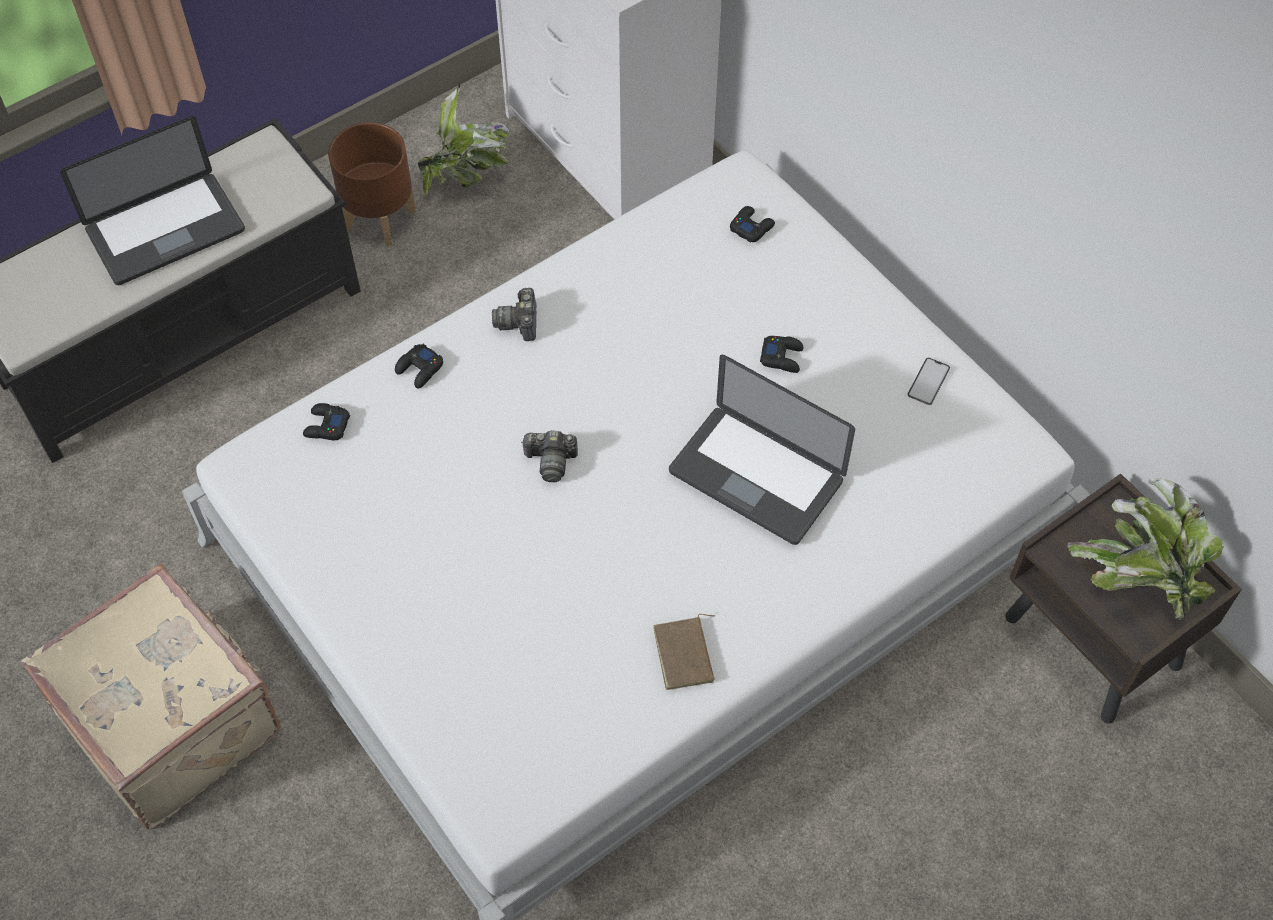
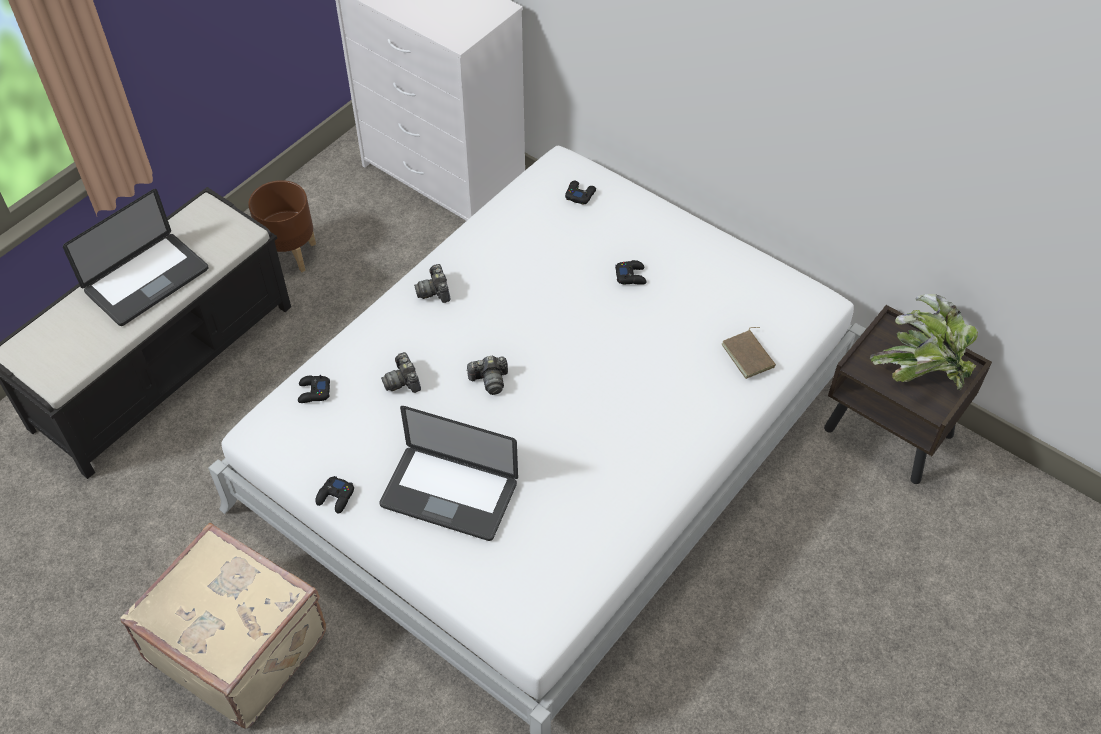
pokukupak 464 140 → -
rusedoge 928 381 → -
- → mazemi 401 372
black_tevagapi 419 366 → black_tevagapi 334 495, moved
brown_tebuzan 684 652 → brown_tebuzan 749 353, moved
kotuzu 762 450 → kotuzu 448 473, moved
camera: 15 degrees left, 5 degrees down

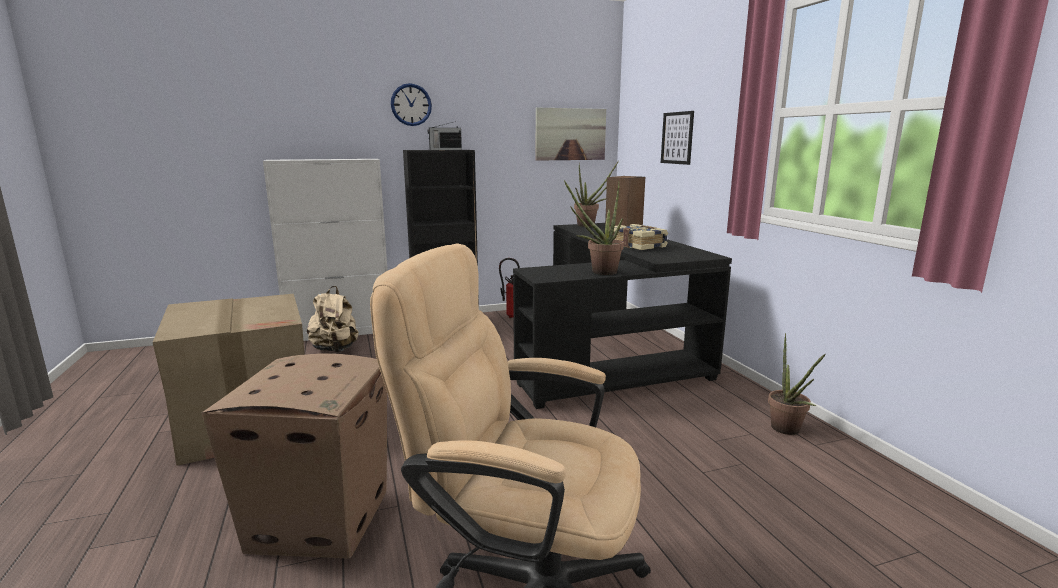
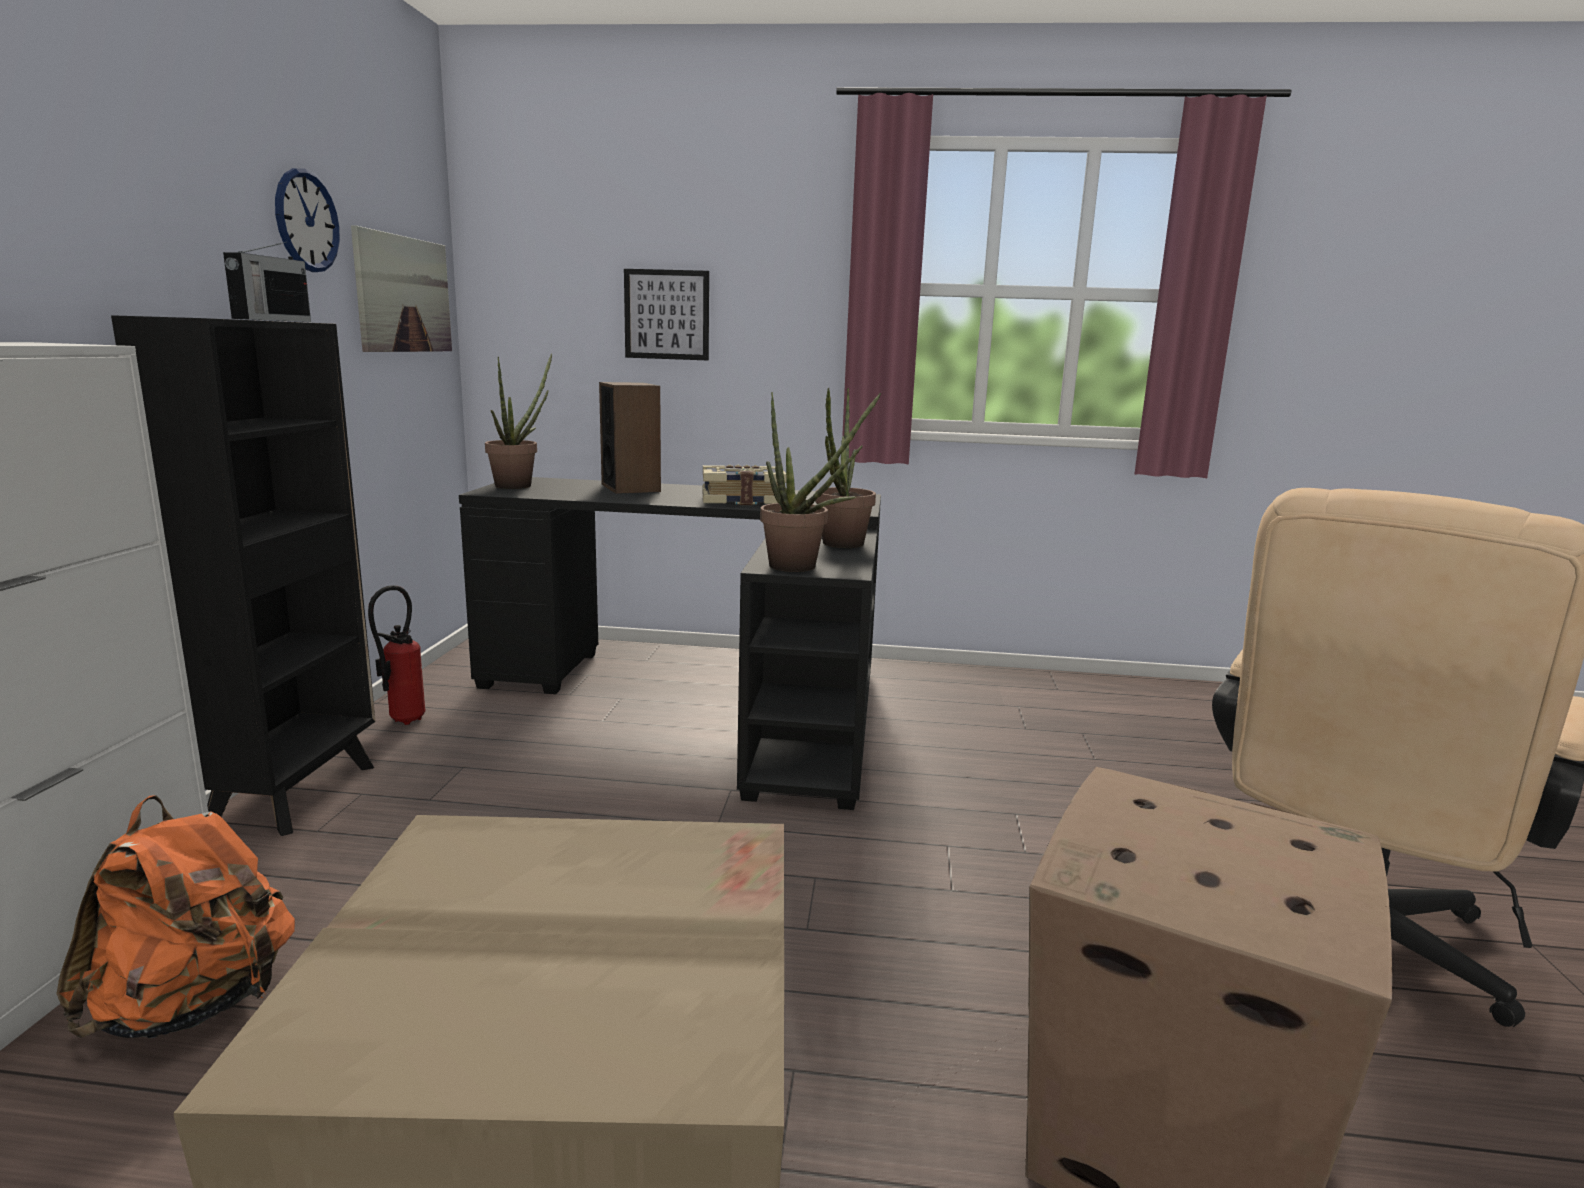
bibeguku 411 104 → bibeguku 307 220, moved
pokukupak 797 384 → pokukupak 820 482, moved
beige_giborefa 333 319 → orange_giborefa 175 917
camera: 65 degrees left, 0 degrees up

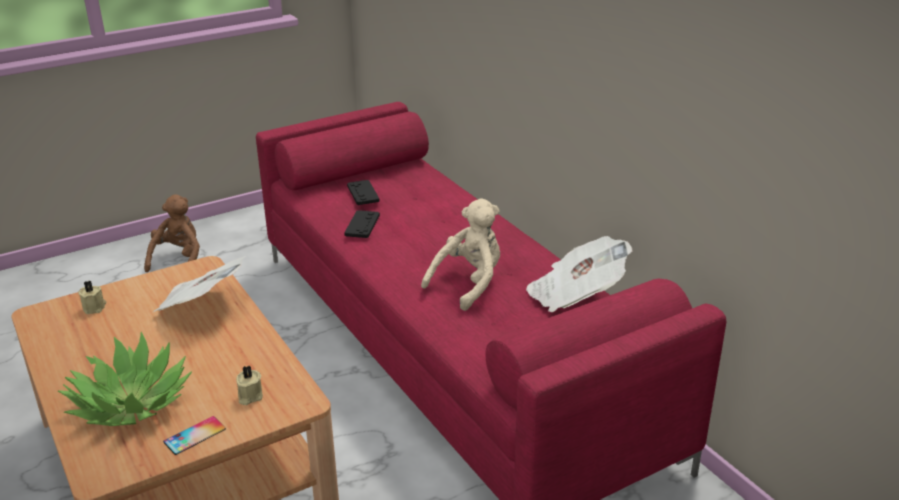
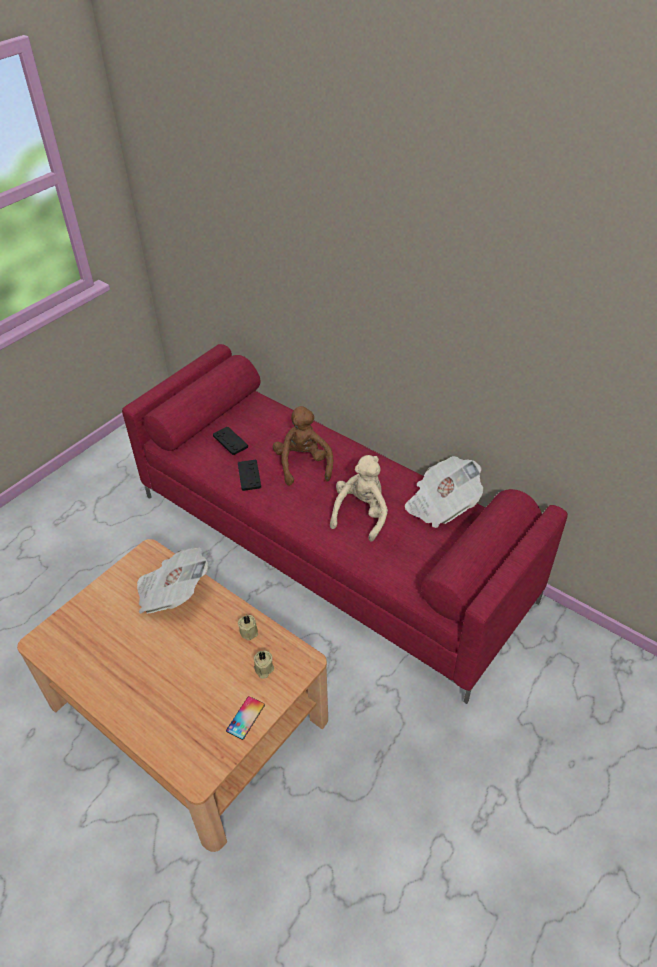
pokukupak 125 379 → -
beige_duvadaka 92 297 → beige_duvadaka 248 628, moved
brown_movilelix 172 233 → brown_movilelix 303 446, moved
camera: 20 degrees left, 15 degrees up

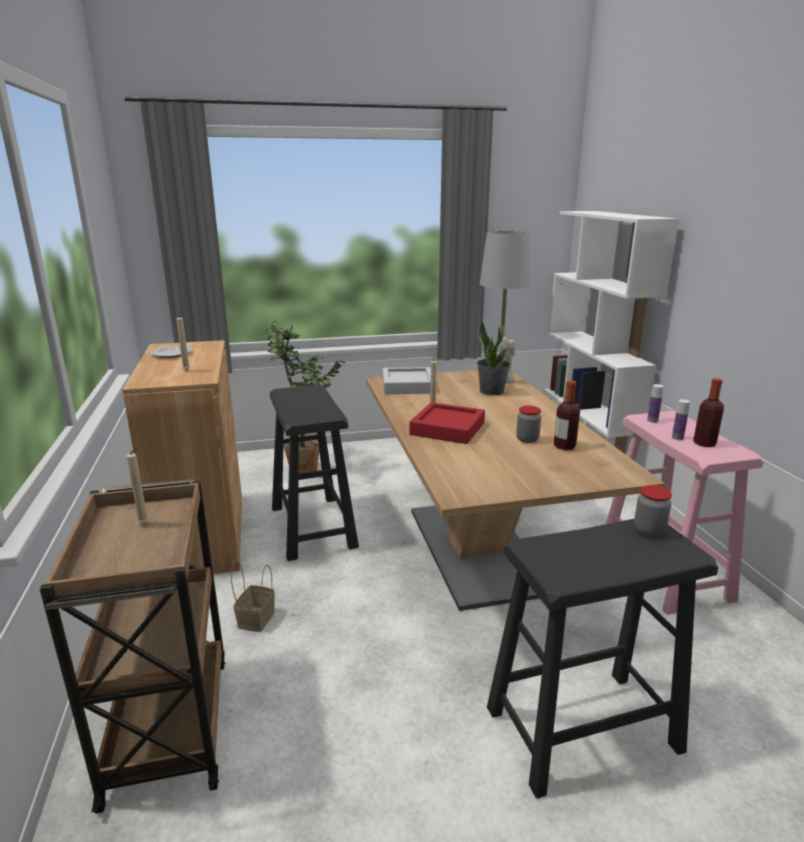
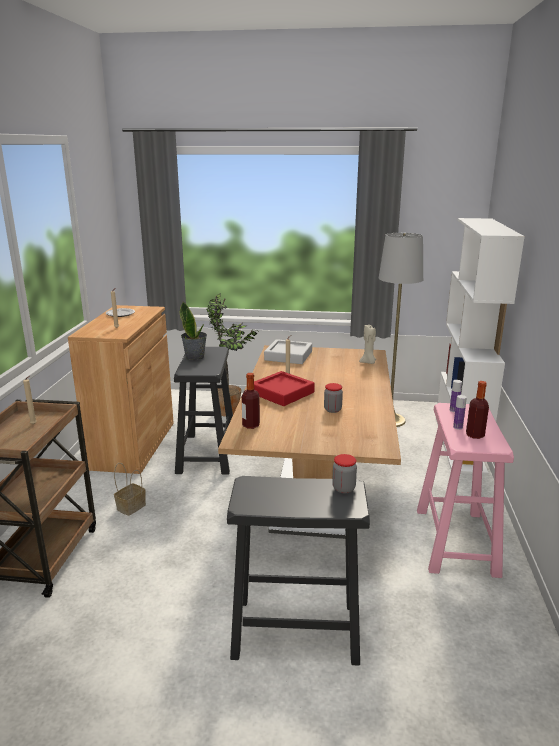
pokukupak 493 358 → pokukupak 193 331, moved
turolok 567 415 → turolok 251 401, moved
camera: 20 degrees right, 0 degrees up

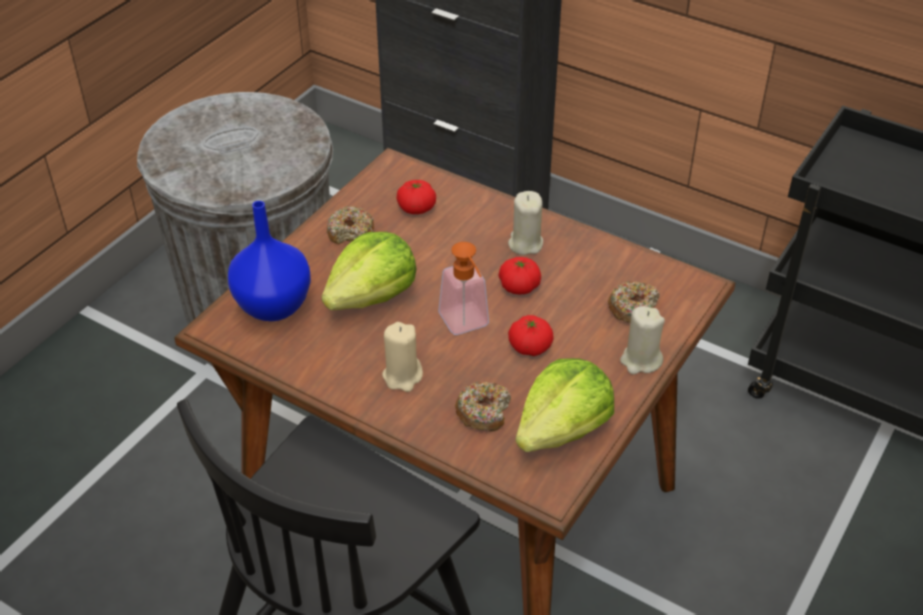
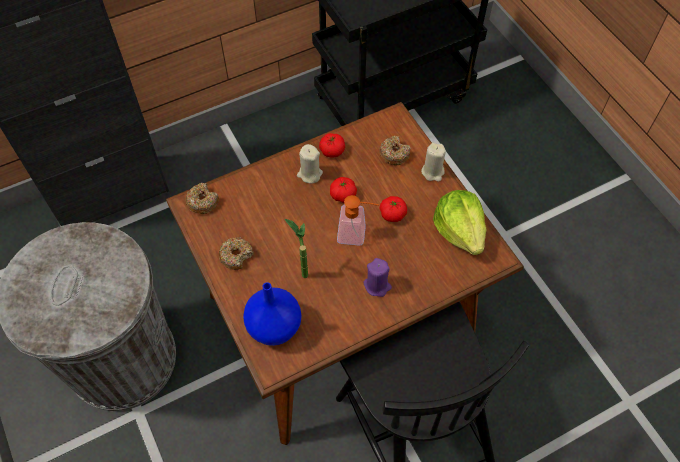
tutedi 416 197 → tutedi 332 145, moved
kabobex 483 406 → kabobex 202 198, moved
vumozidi 369 271 → pokukupak 296 248
beige_duvadaka 402 357 → purple_duvadaka 378 277
camera: 60 degrees left, 15 degrees up

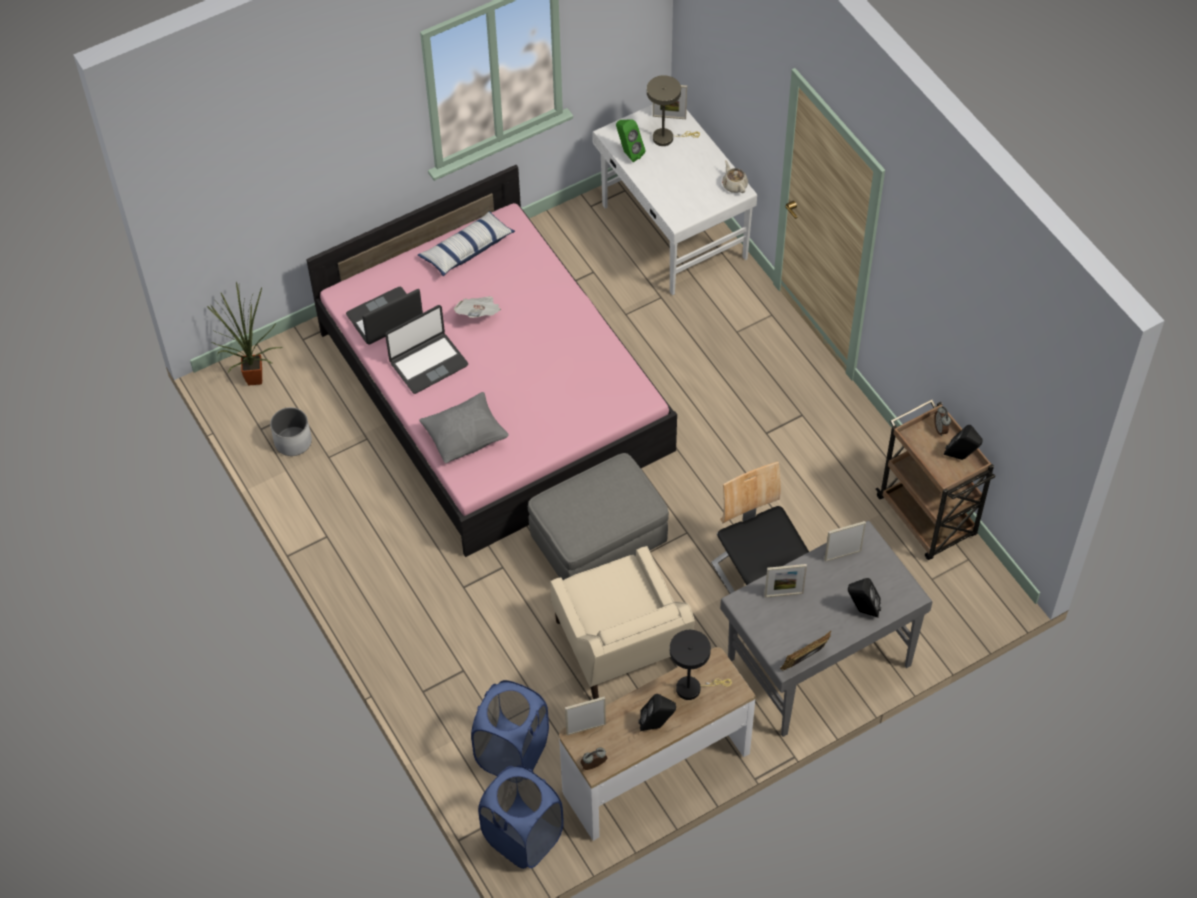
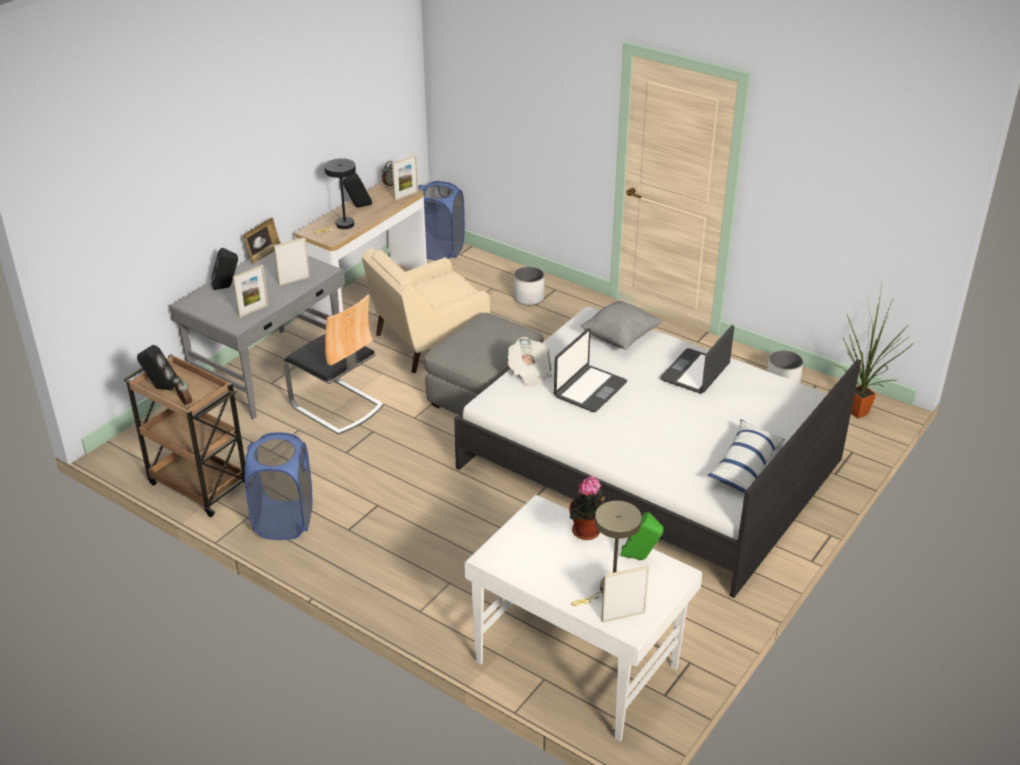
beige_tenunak 735 176 → -
- → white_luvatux 529 286
- → pokukupak 587 508
kotuzu 384 315 → kotuzu 590 370, moved
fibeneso 477 307 → fibeneso 530 362, moved
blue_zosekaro 510 728 → blue_zosekaro 278 486, moved
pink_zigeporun 491 361 → white_zigeporun 657 452
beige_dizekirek 622 622 → beige_dizekirek 426 310, 75 degrees counterclockwise
camera: 155 degrees right, 20 degrees down

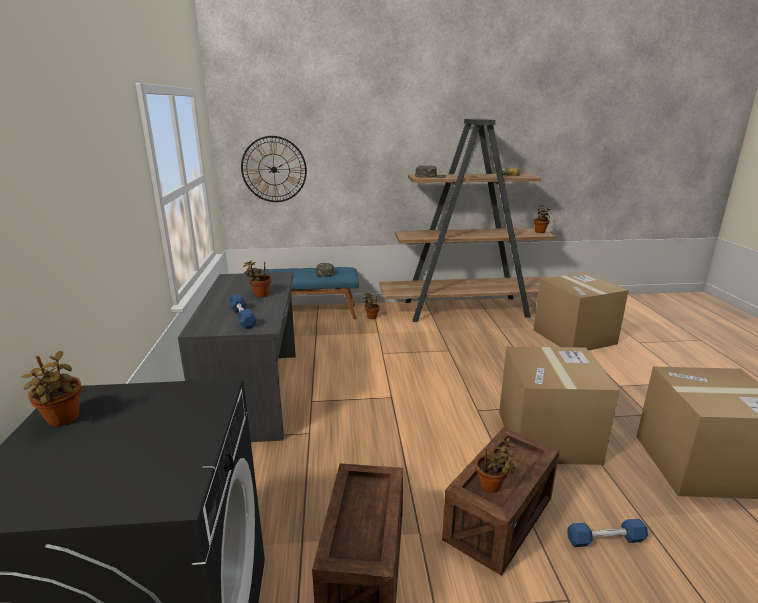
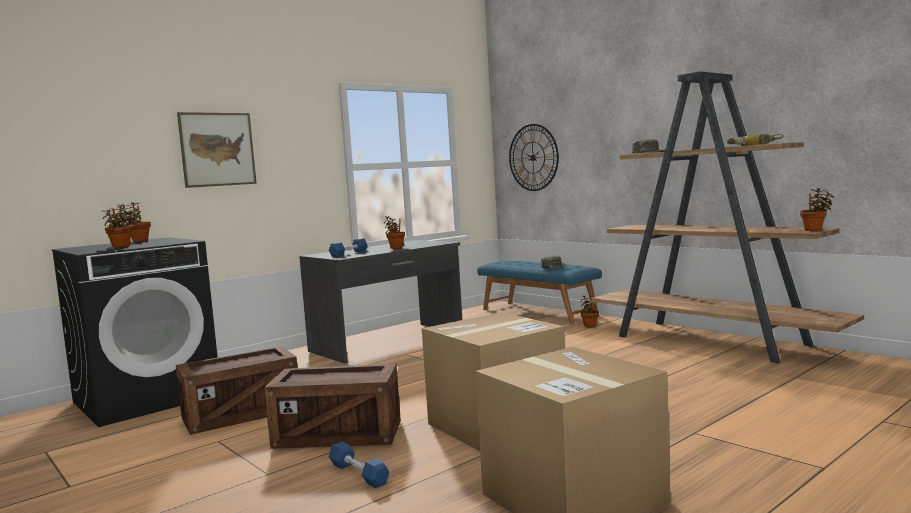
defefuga 581 312 → -
- → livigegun 217 150
pokukupak 497 465 → pokukupak 117 226, moved
camera: 55 degrees right, 15 degrees down

